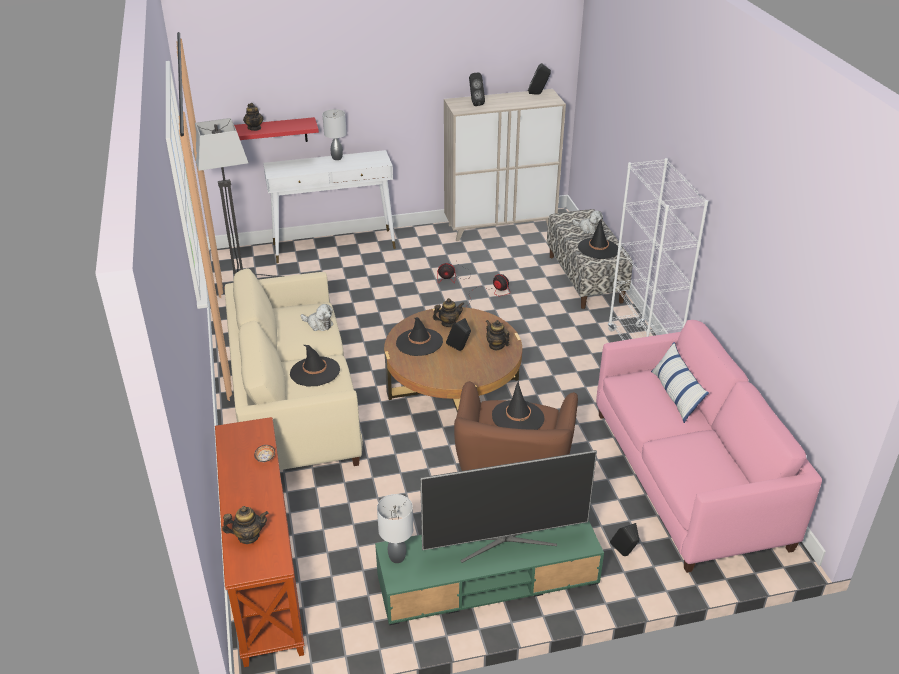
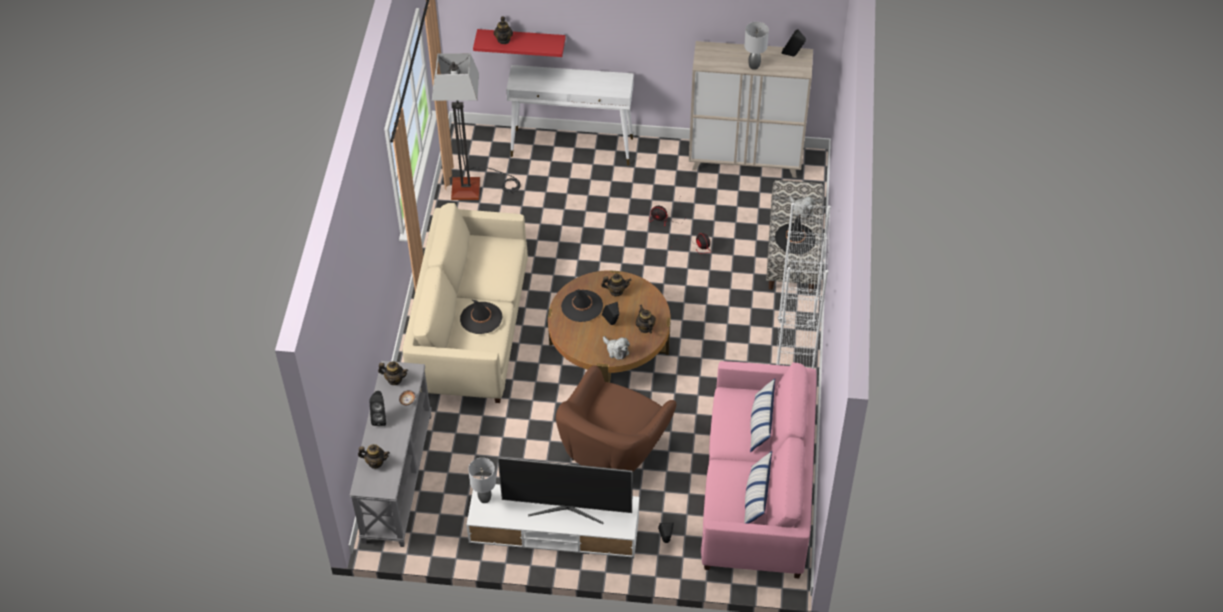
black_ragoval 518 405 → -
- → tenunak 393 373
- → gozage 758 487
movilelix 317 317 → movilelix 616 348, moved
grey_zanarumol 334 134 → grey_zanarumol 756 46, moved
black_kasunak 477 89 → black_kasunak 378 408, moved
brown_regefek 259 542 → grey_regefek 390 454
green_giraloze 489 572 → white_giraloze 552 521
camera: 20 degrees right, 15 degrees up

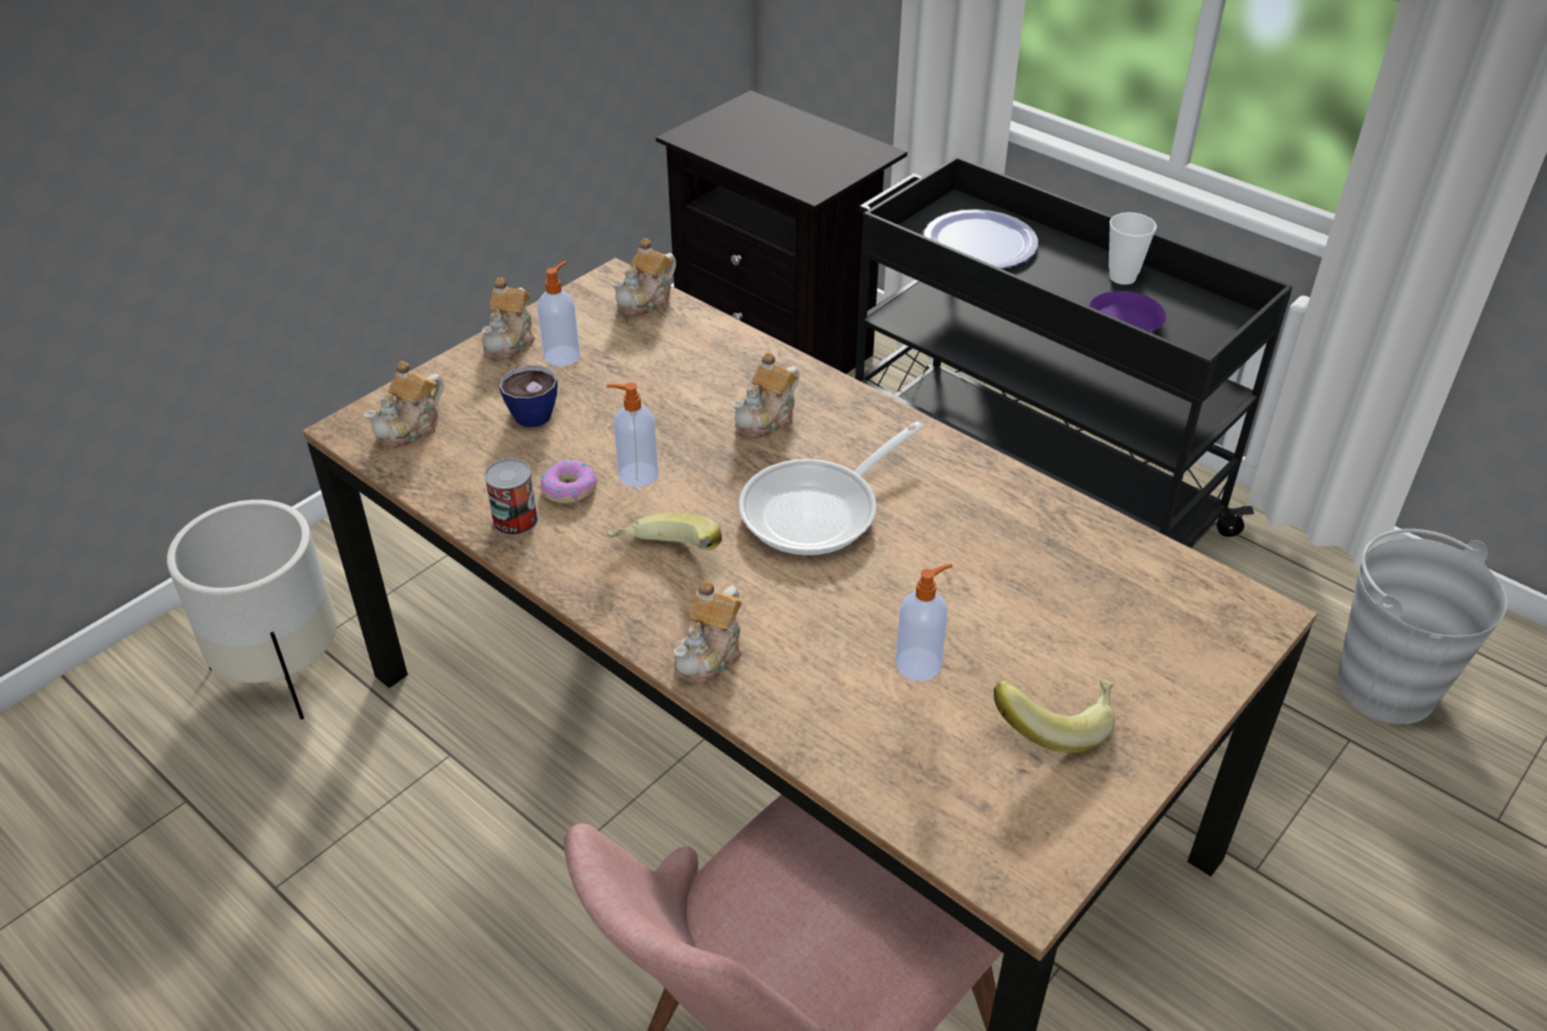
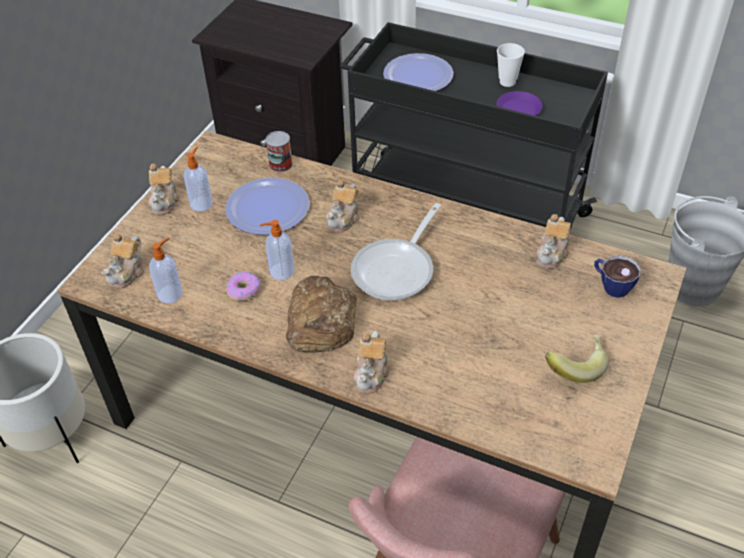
- → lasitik 267 206
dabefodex 511 497 → dabefodex 279 151, moved
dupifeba 528 396 → dupifeba 617 277, moved
tenunak 644 277 → tenunak 553 241, moved
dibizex 924 622 → dibizex 166 270, moved
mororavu 664 531 → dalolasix 321 314
camera: 15 degrees left, 5 degrees up

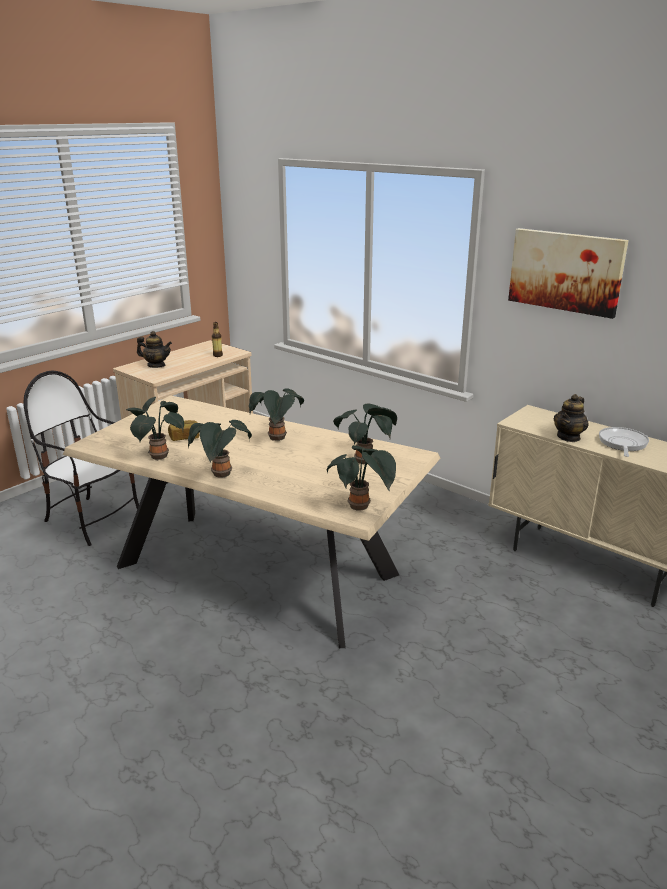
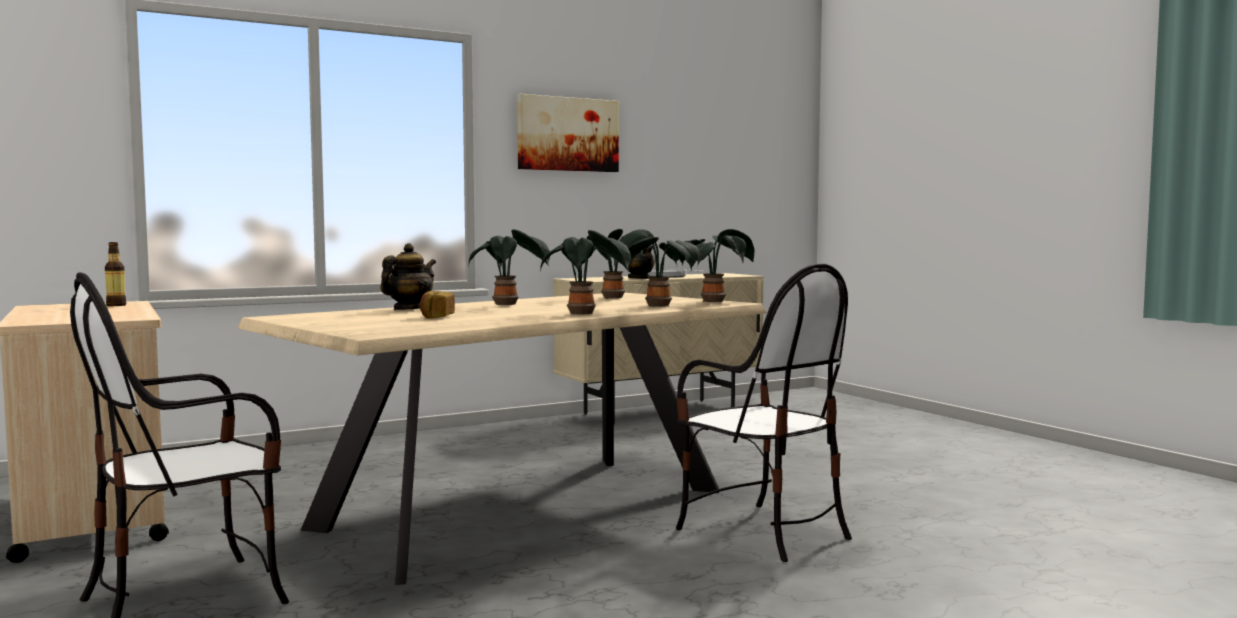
- → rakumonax 764 413
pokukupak 155 429 → pokukupak 656 268, moved
tenunak 154 349 → tenunak 408 276, moved
camera: 70 degrees left, 20 degrees down

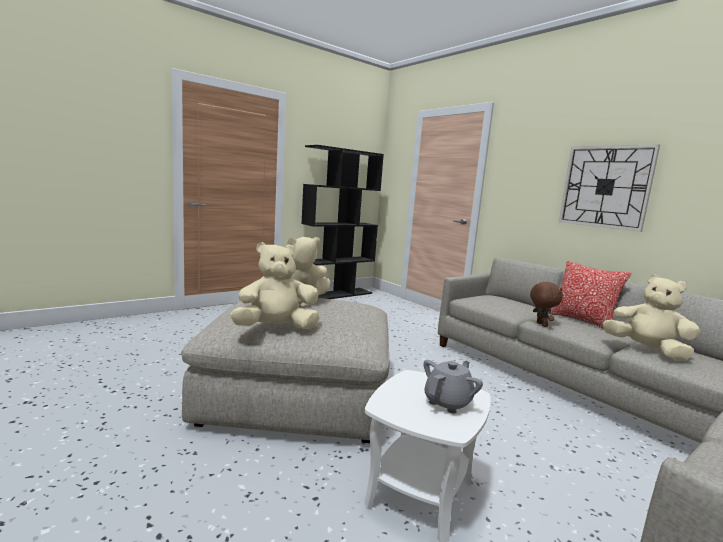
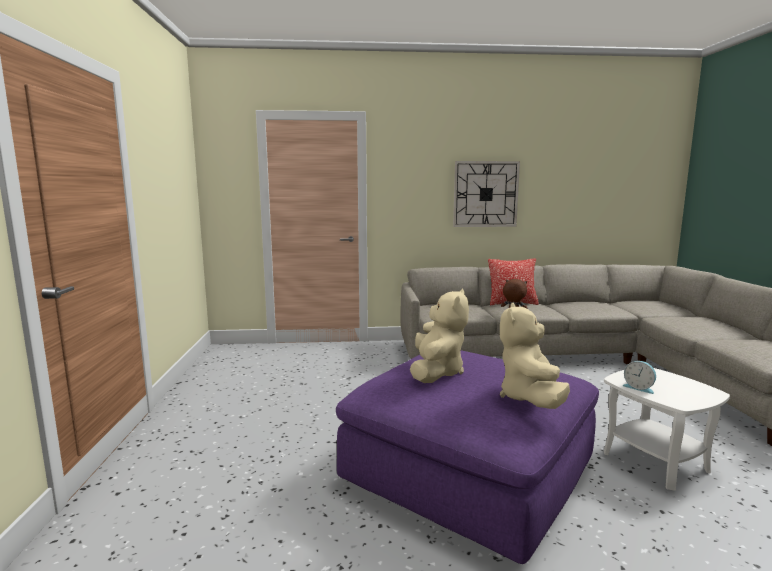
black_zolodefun 342 222 → -
grey_tenunak 453 387 → -
beige_movilelix 651 318 → -
- → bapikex 639 377
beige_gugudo 285 370 → purple_gugudo 467 457
camera: 55 degrees left, 0 degrees up

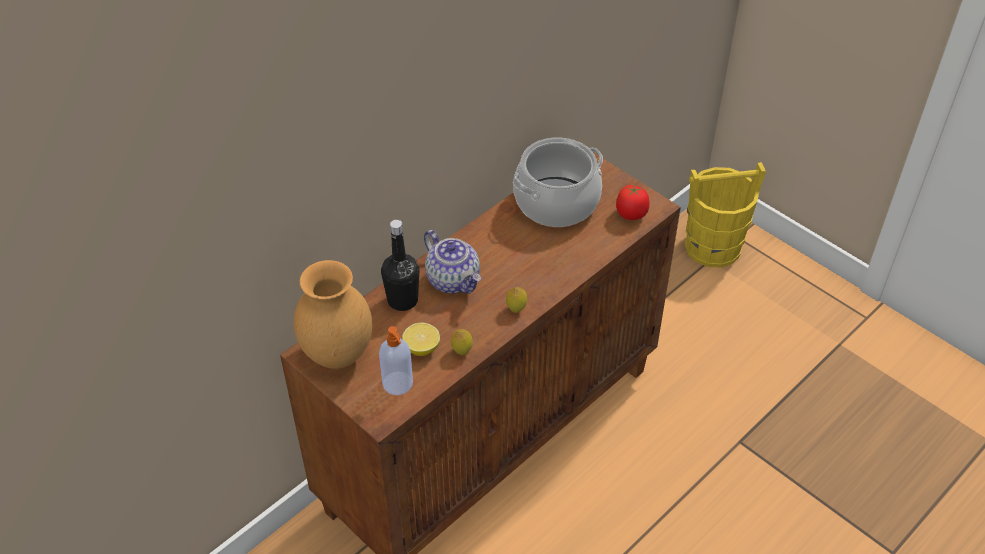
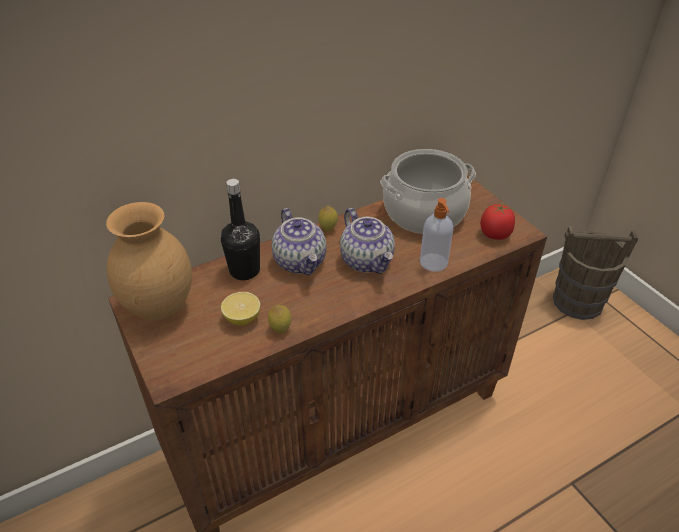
- → tenunak 367 241
dibizex 396 360 → dibizex 436 235, moved
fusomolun 516 300 → fusomolun 328 218, moved
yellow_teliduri 725 215 → brown_teliduri 596 273
camera: 15 degrees right, 5 degrees down

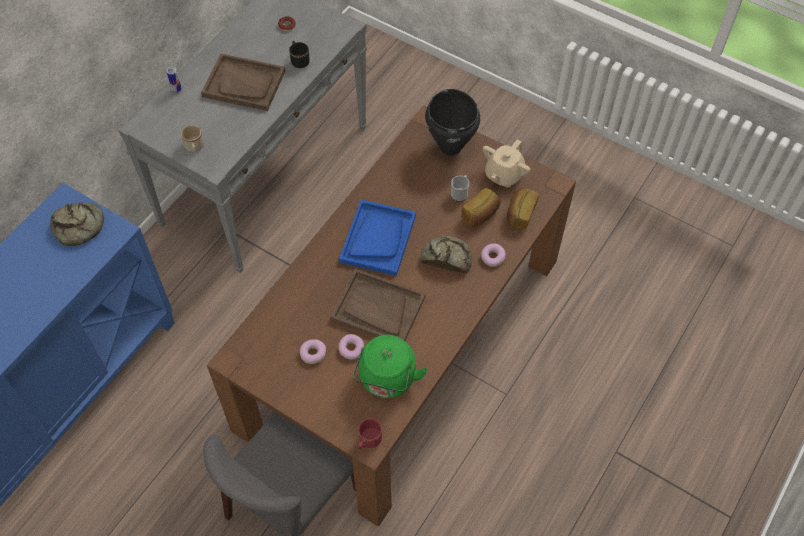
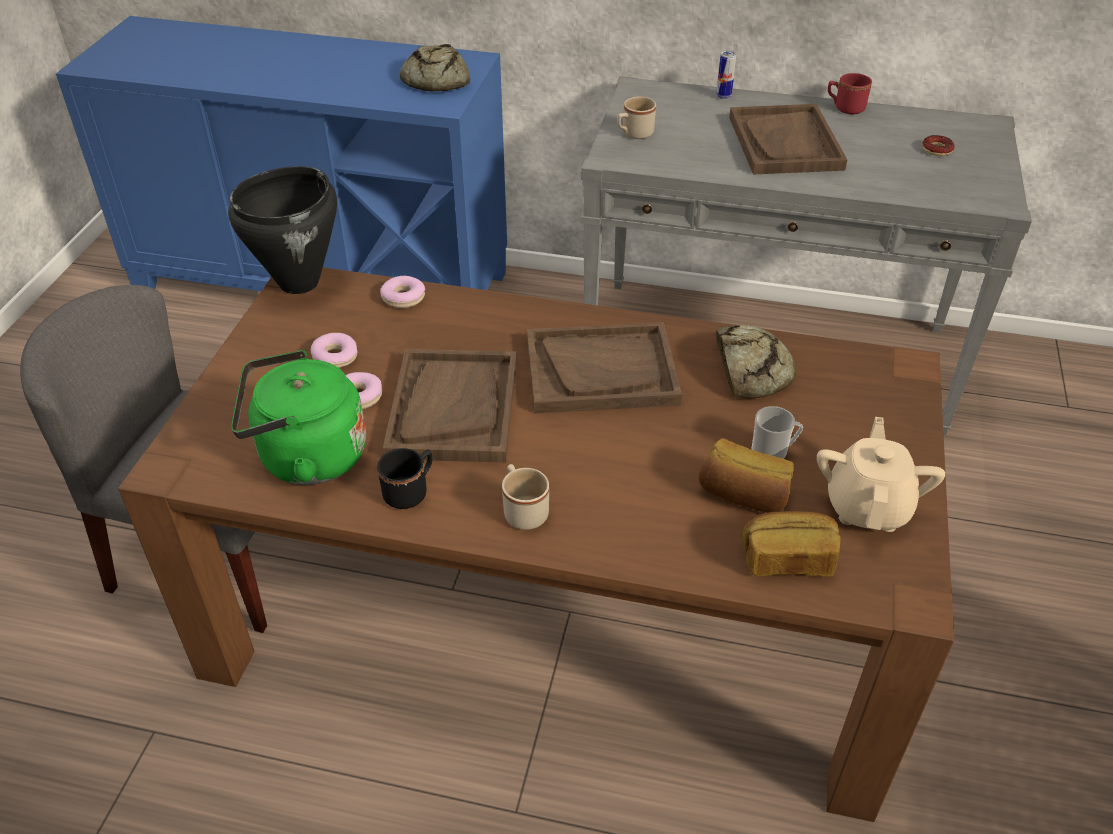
- → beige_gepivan 525 497
black_gepivan 299 54 → black_gepivan 404 478, moved
red_gepivan 370 433 → red_gepivan 850 93, moved
dalolasix 446 255 → dalolasix 756 362, moved
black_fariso 452 122 → black_fariso 282 230, moved
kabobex 493 255 → kabobex 402 292, moved
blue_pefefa 377 238 → brown_pefefa 604 367
beige_tenunak 506 163 → beige_tenunak 881 474, 90 degrees clockwise
camera: 70 degrees right, 15 degrees down

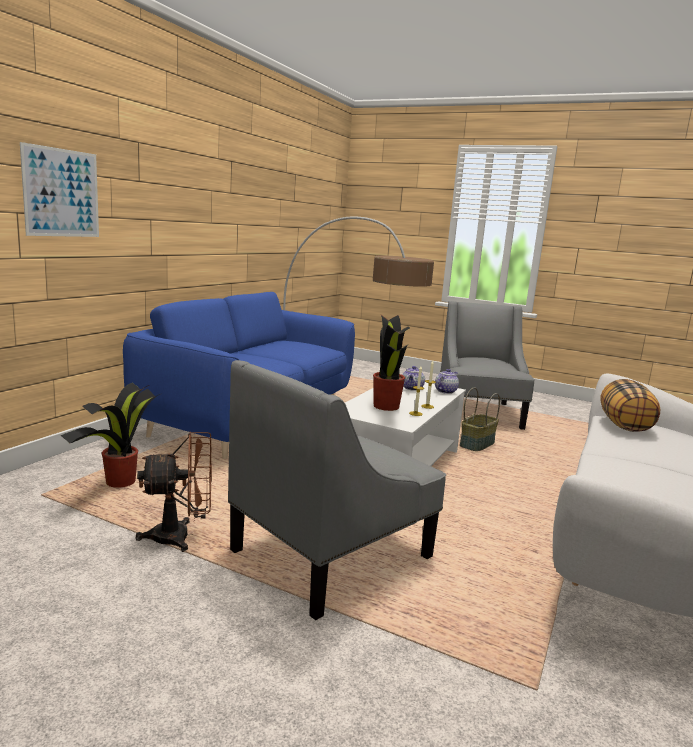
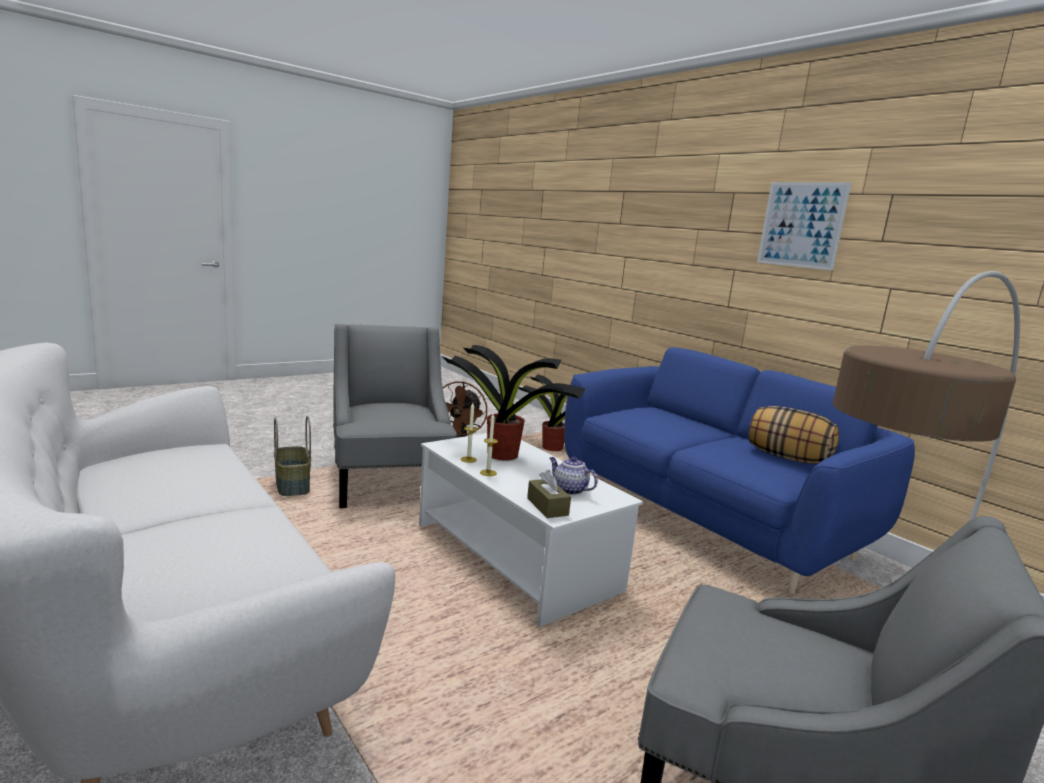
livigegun 59 189 → livigegun 804 226, moved
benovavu 480 419 → benovavu 292 456, moved
gozage 630 405 → gozage 794 435, moved
tenunak 447 381 → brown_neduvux 549 494
camera: 115 degrees right, 0 degrees up

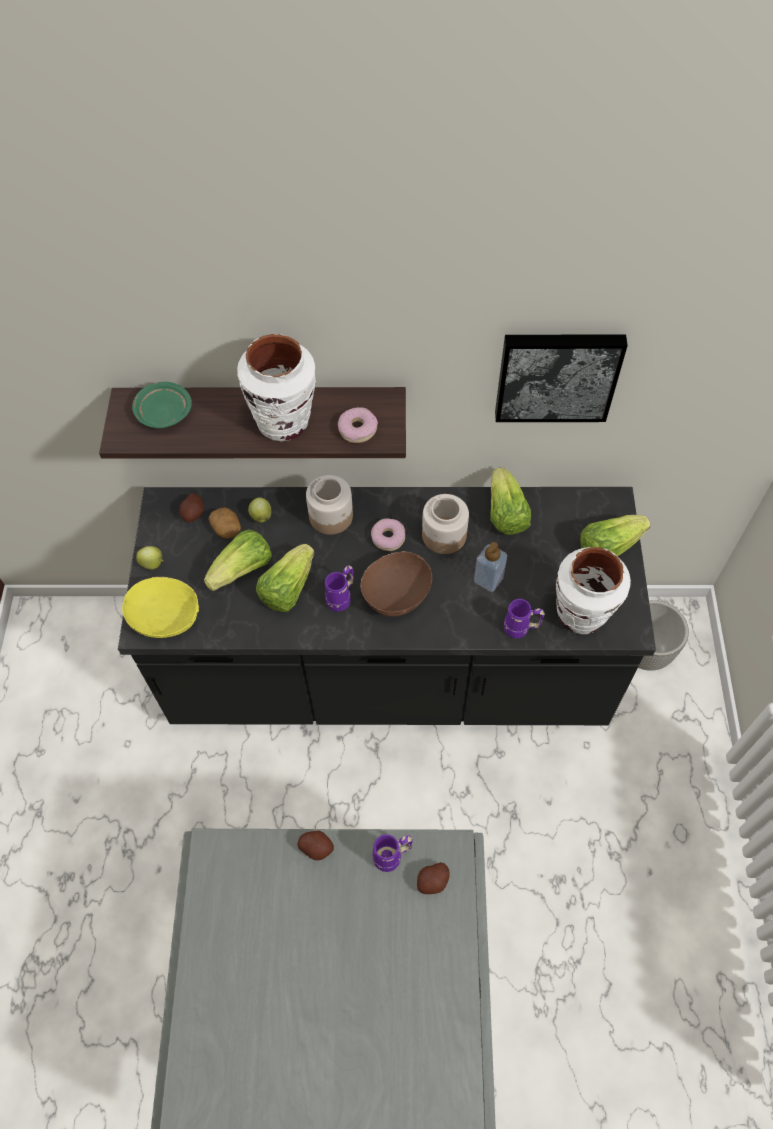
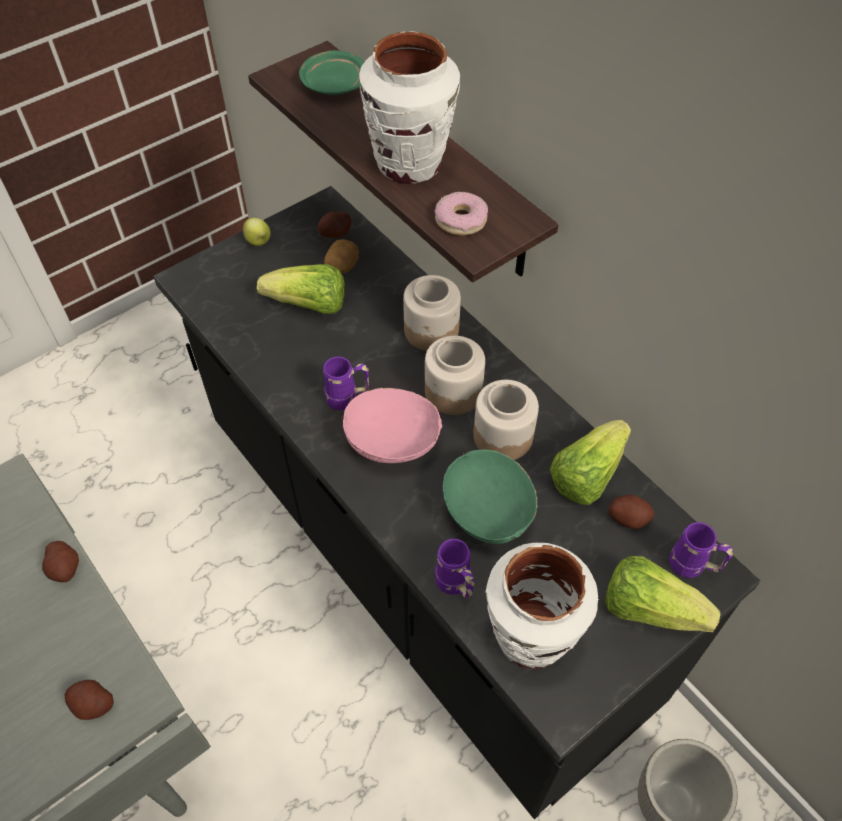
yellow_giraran 160 607 → -
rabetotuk 259 510 → -
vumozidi 285 578 → -
livigegun 561 378 → -
- → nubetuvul 631 511
purple_gepivan 392 853 → purple_gepivan 701 550, moved
kabobex 388 534 → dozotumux 455 375
dibizex 490 567 → green_giraran 490 496
brown_giraran 396 584 → pink_giraran 392 425
camera: 50 degrees right, 5 degrees down

